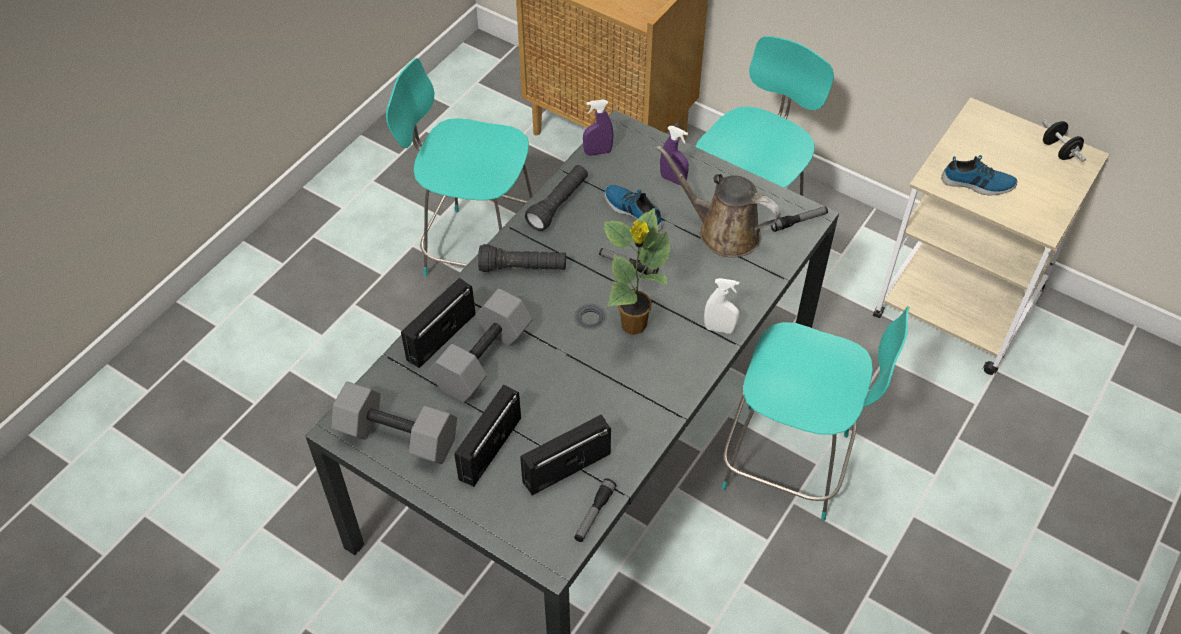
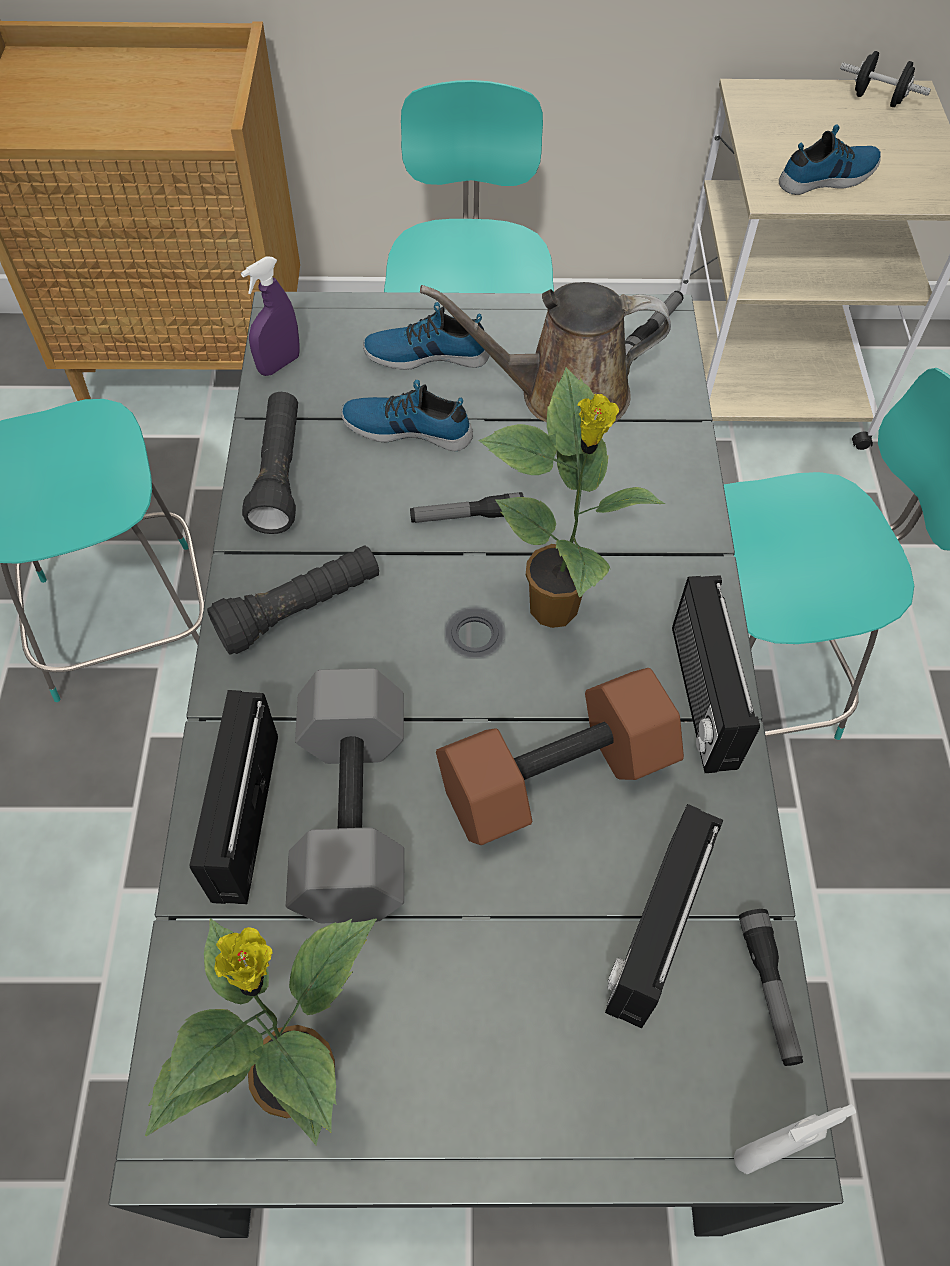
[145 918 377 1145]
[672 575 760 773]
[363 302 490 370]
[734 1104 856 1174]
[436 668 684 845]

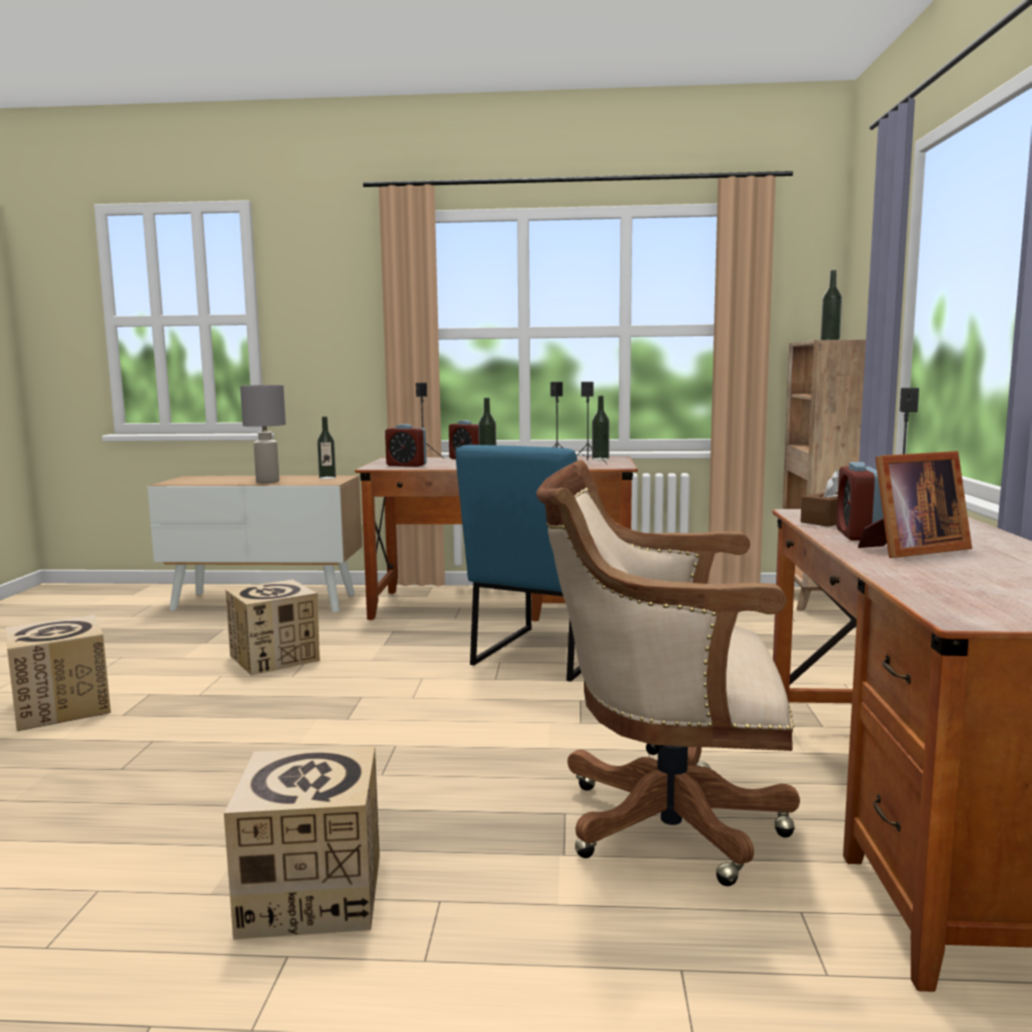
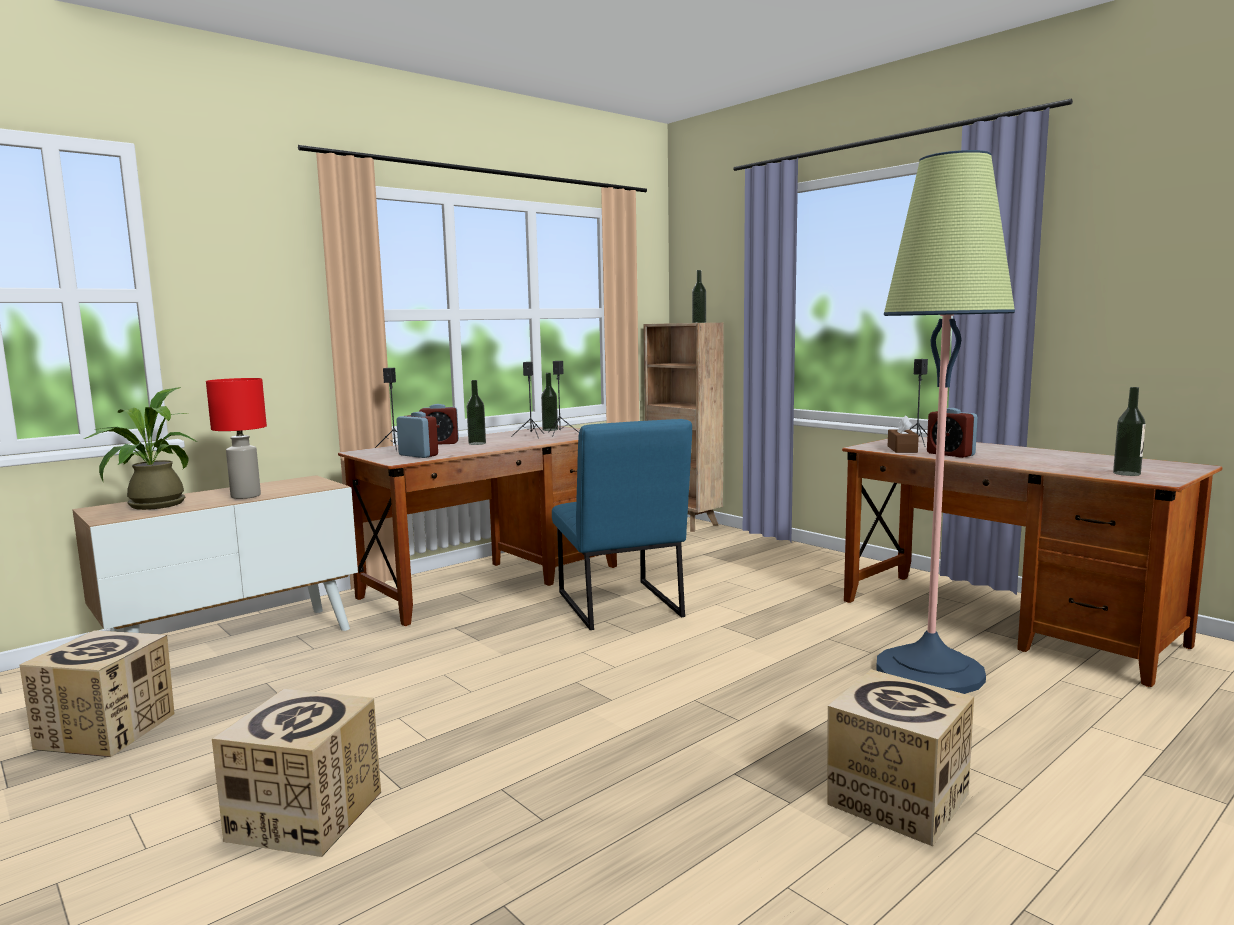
[19 630 175 757]
[206 378 267 499]
[1113 387 1146 476]
[396 412 438 458]
[876 150 1015 694]
[858 451 972 558] (first image)
[84 388 197 510]

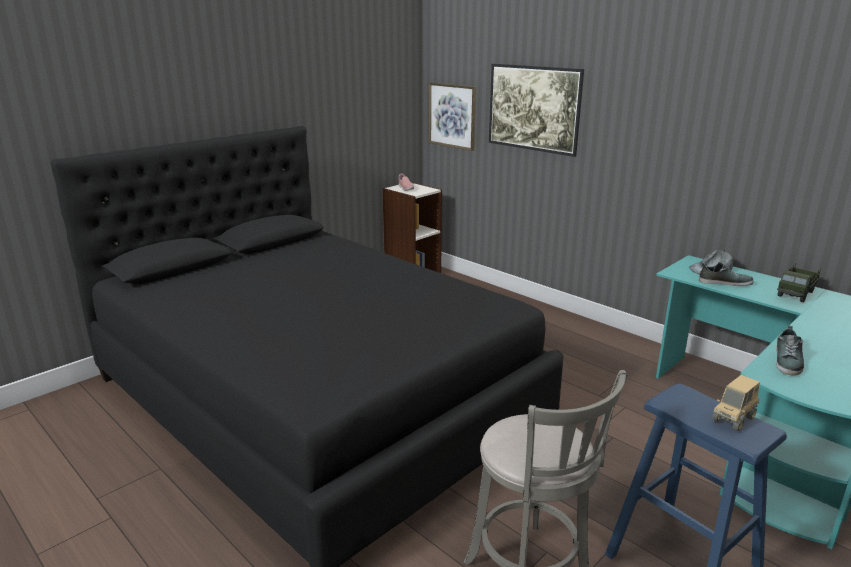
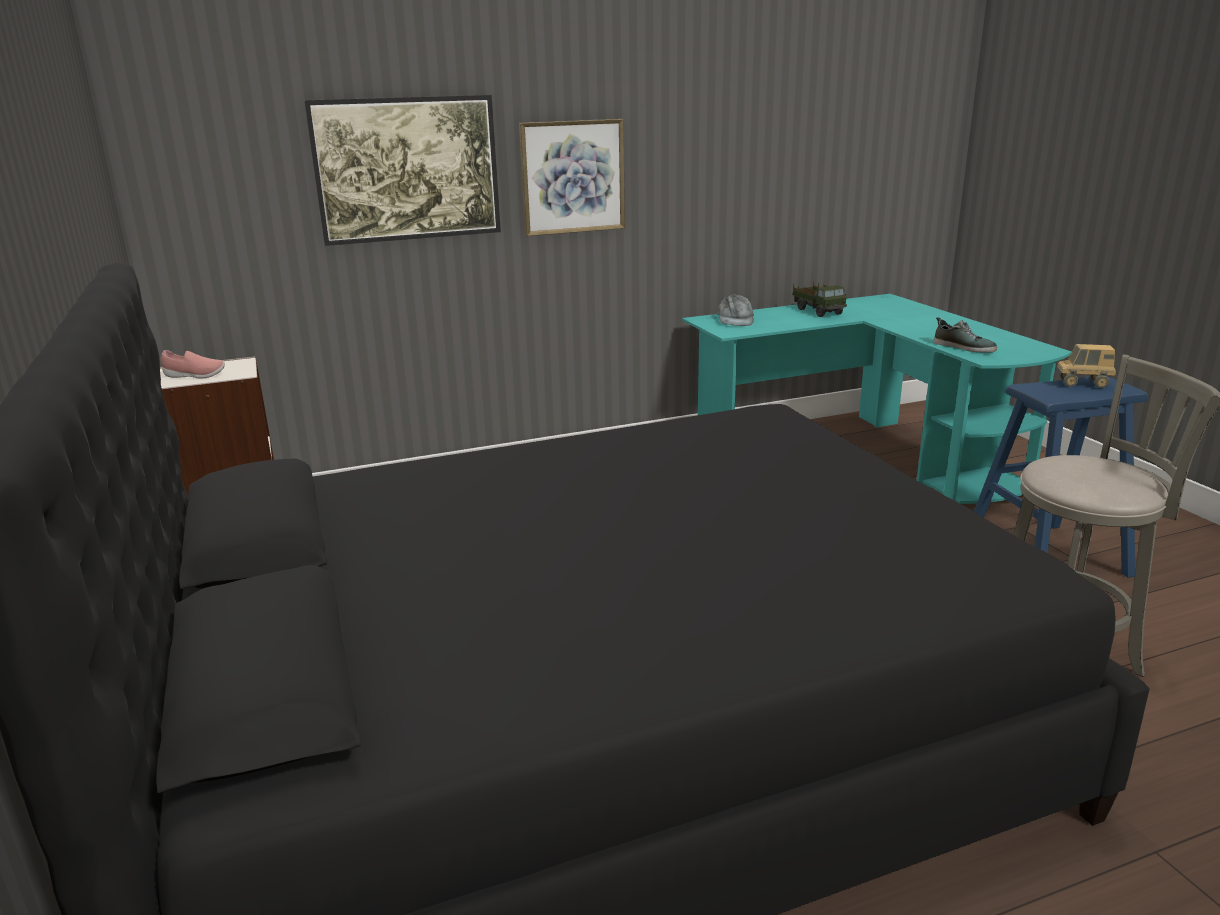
[519 119 625 236]
[699 262 754 286] (first image)
[1057 344 1116 388]

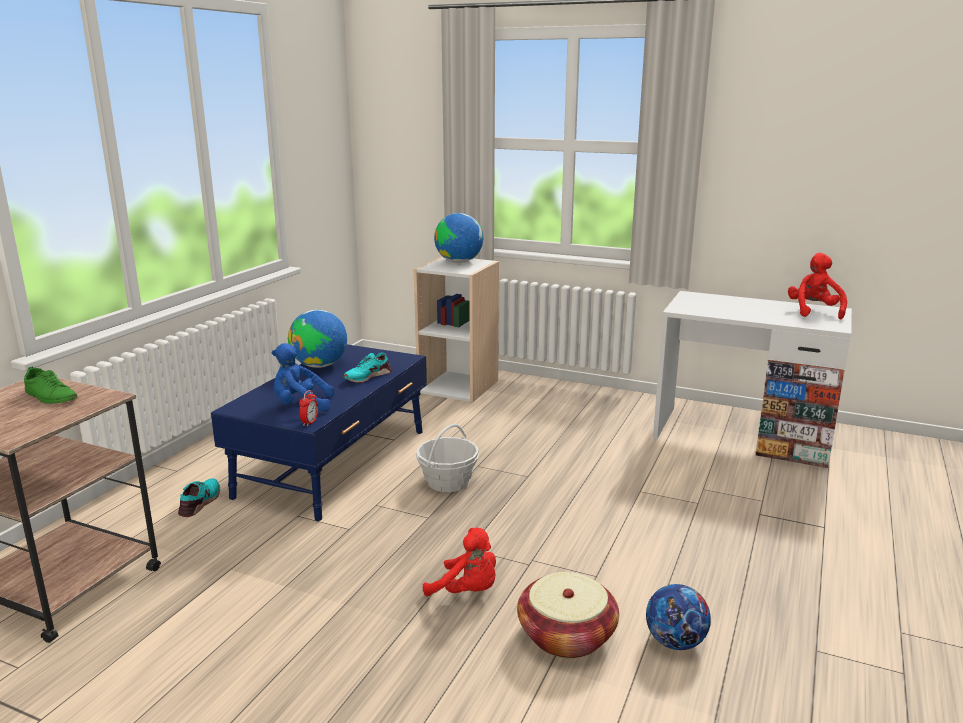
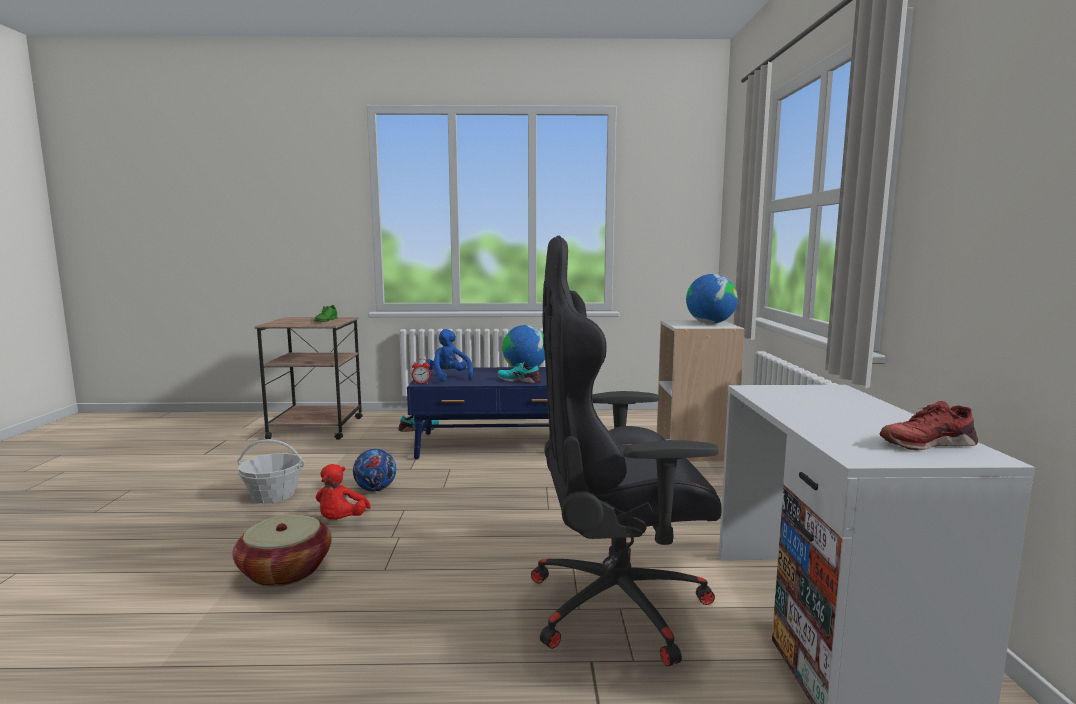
[237 440 305 504]
[353 449 396 491]
[880 401 978 450]
[531 236 722 666]

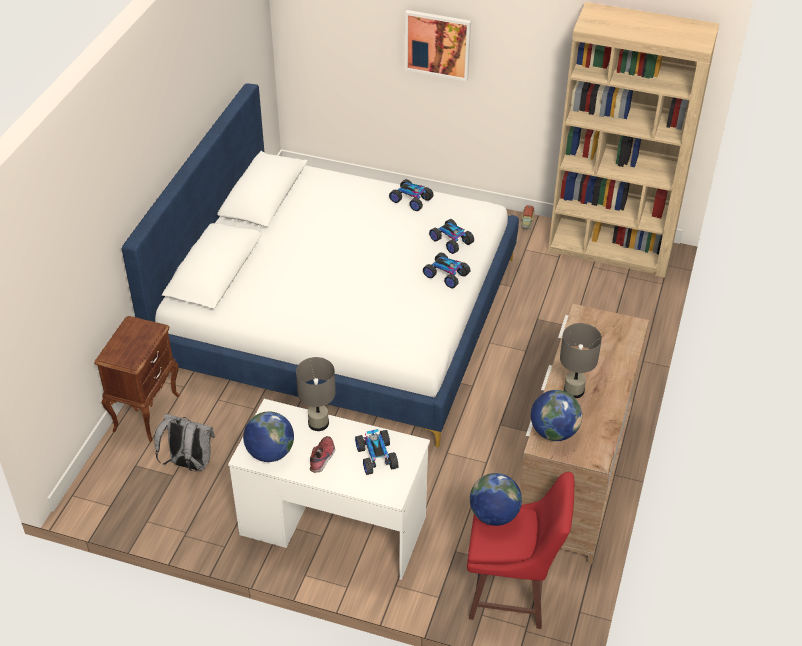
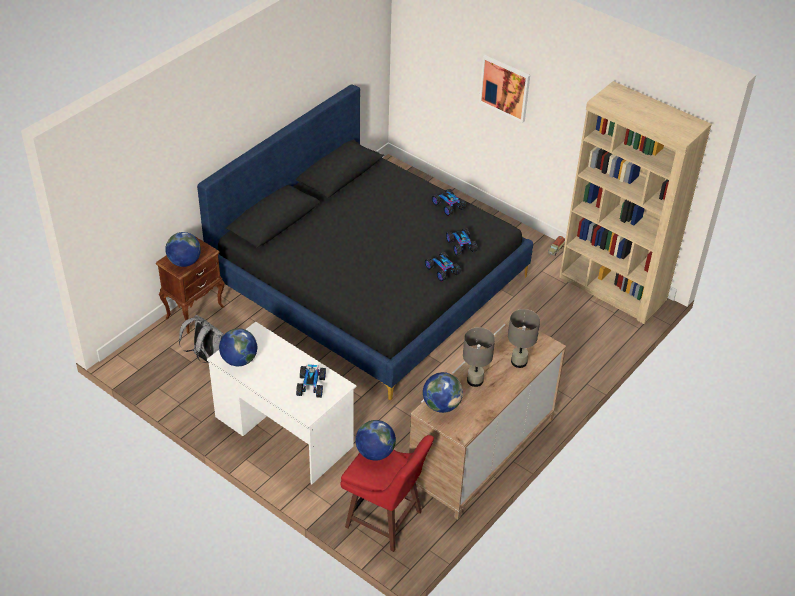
[197 84 533 400]
[508 309 540 368]
[310 436 335 473] (first image)
[165 232 201 267]

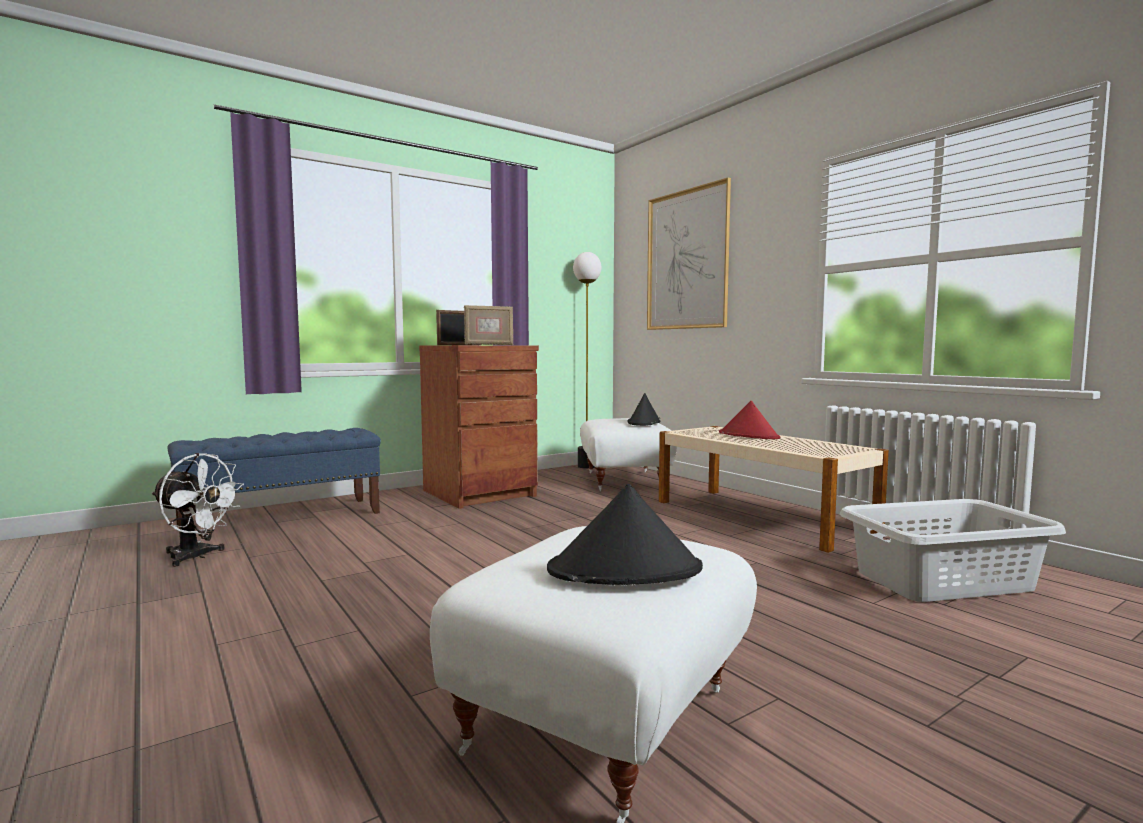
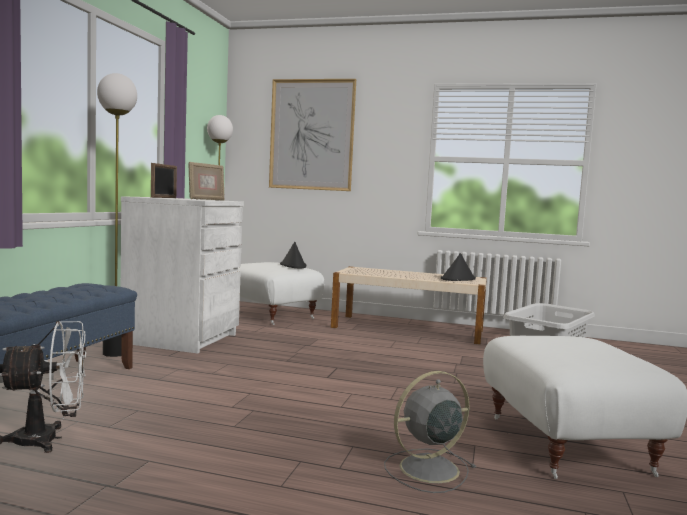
[121 196 244 354]
[441 253 476 281]
[719 401 780 439] (first image)
[97 73 137 357]
[384 371 476 493]

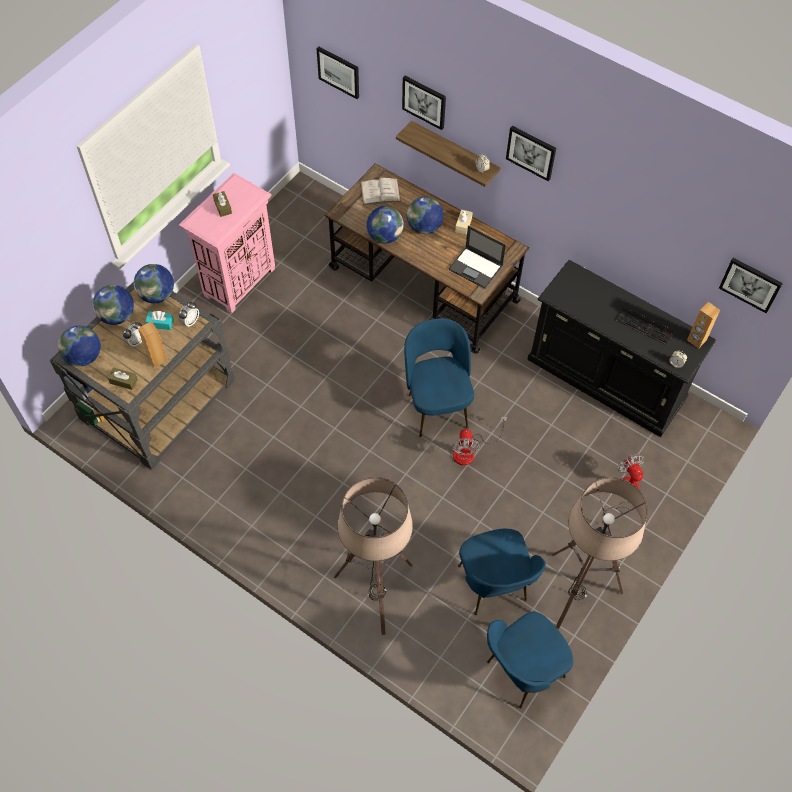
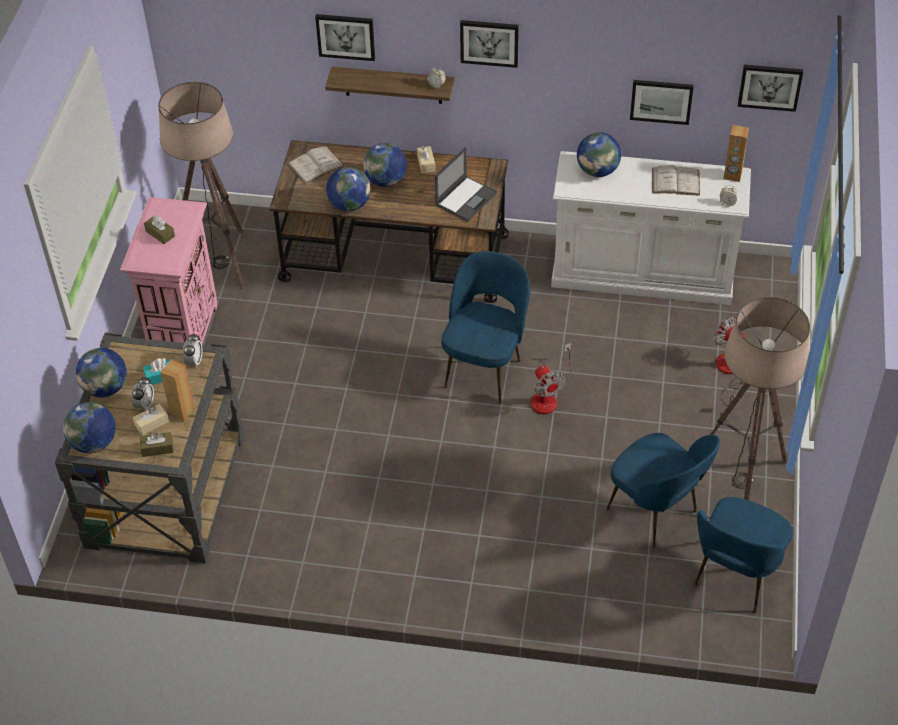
[577 132 621 177]
[630 80 694 125]
[159 82 245 290]
[441 251 530 403]
[435 147 497 222]
[551 151 751 305]
[652 165 700 196]
[133 404 169 435]

